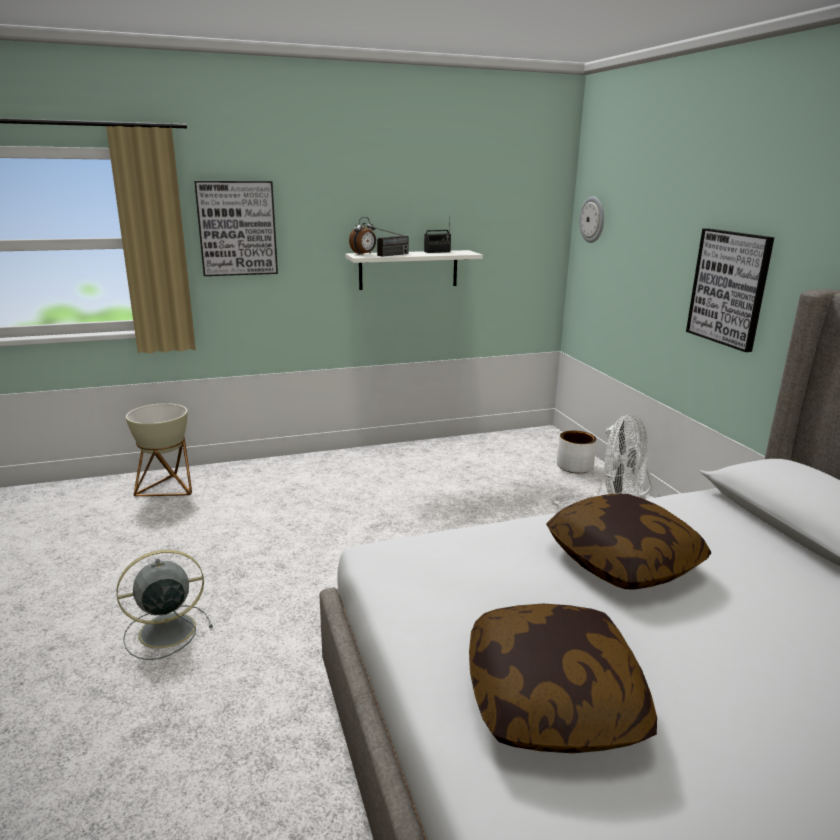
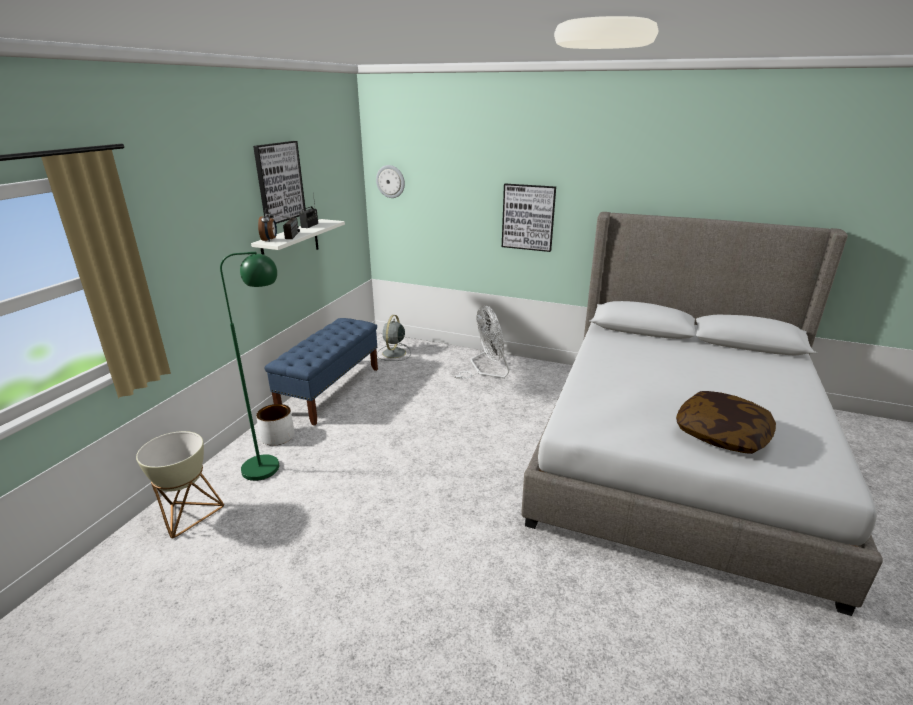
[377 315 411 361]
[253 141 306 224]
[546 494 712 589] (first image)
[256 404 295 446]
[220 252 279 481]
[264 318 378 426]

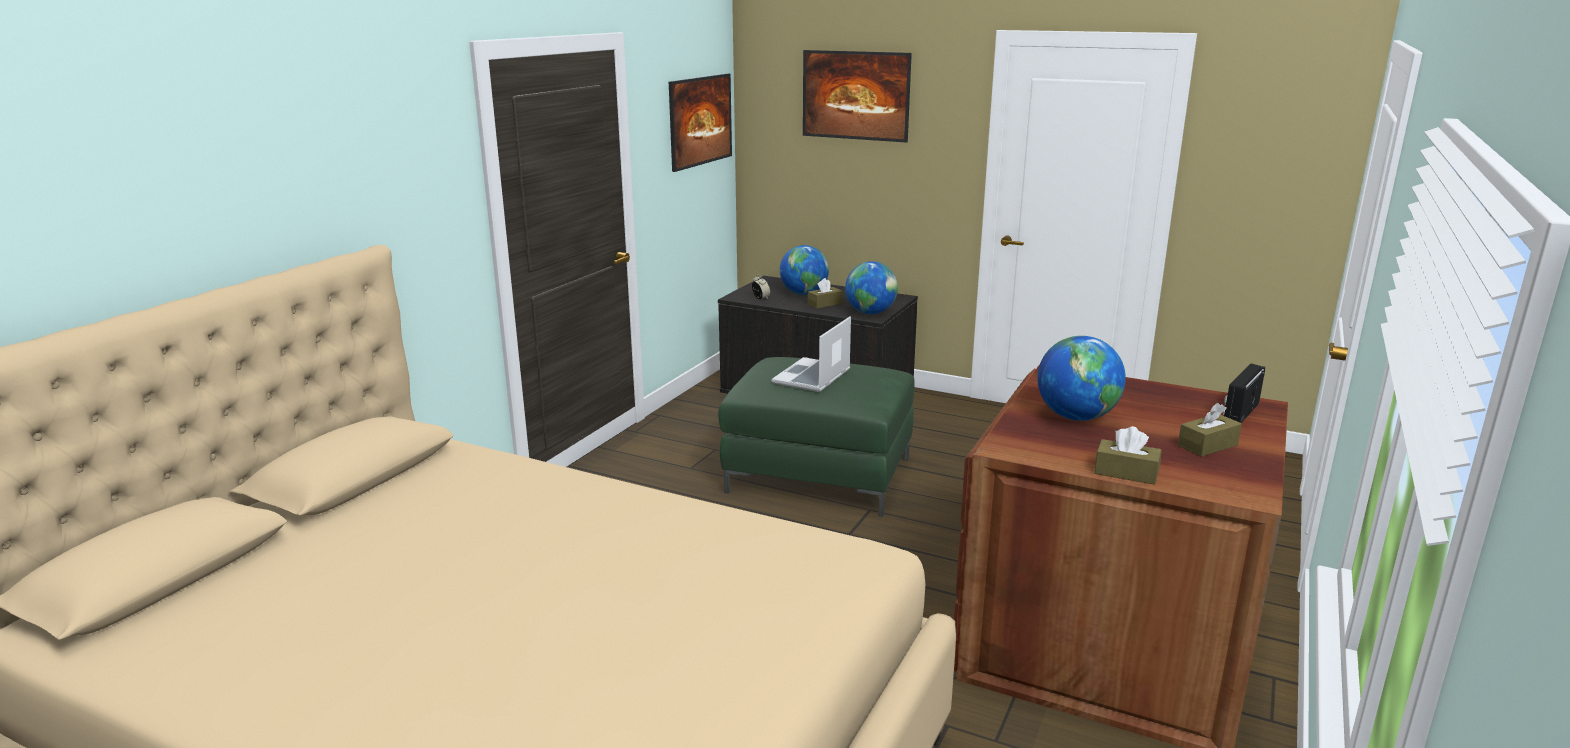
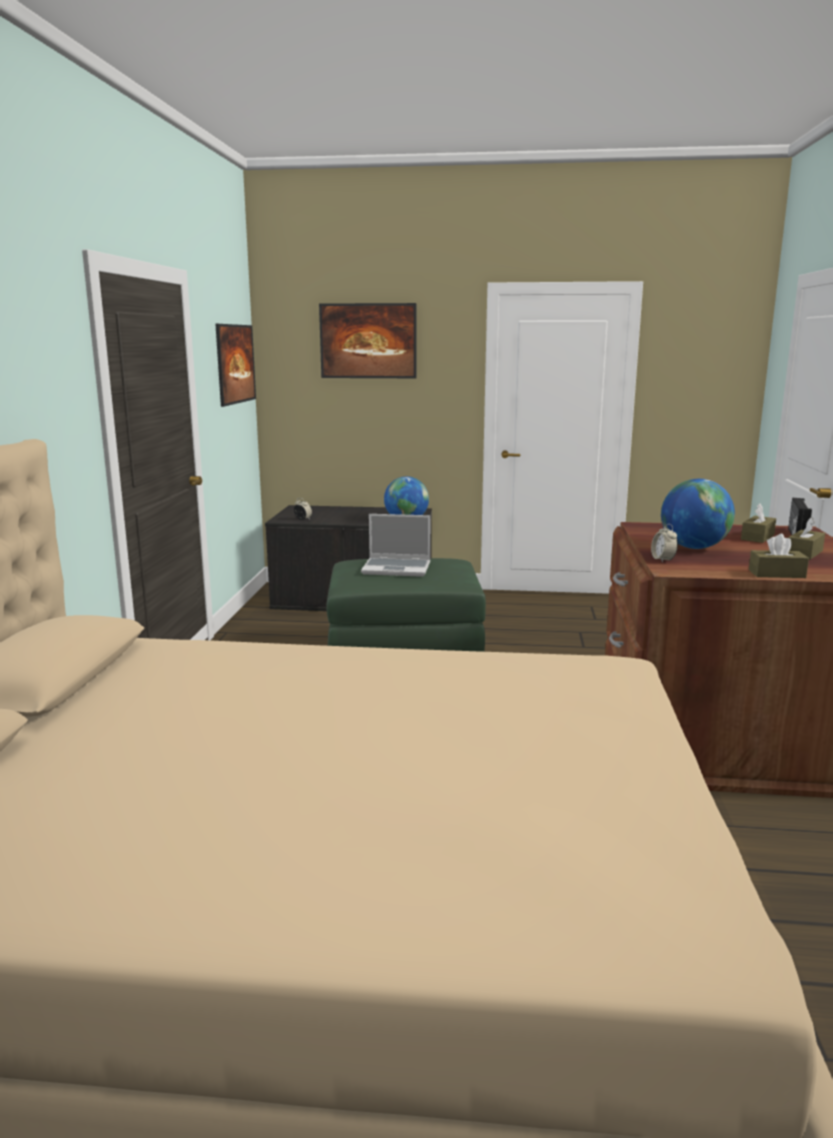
[361 514 430 577]
[780 245 829 295] (first image)
[741 504 776 543]
[651 524 678 563]

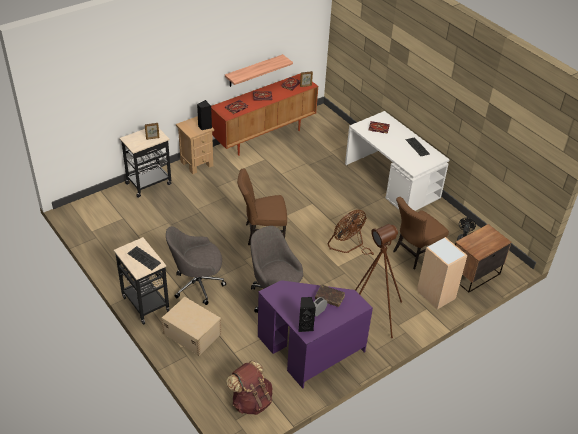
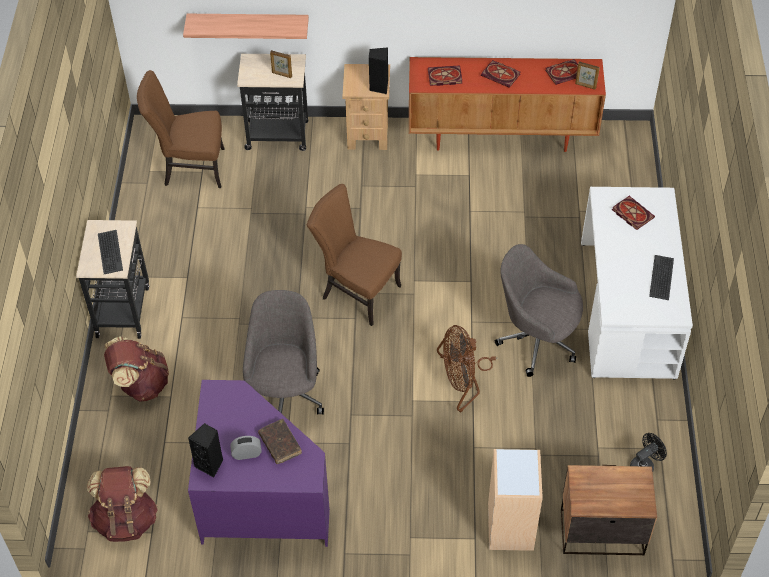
[104 336 169 402]
[495 244 583 377]
[183 14 309 39]
[437 325 496 413]
[355 224 402 338] (first image)
[137 70 224 188]

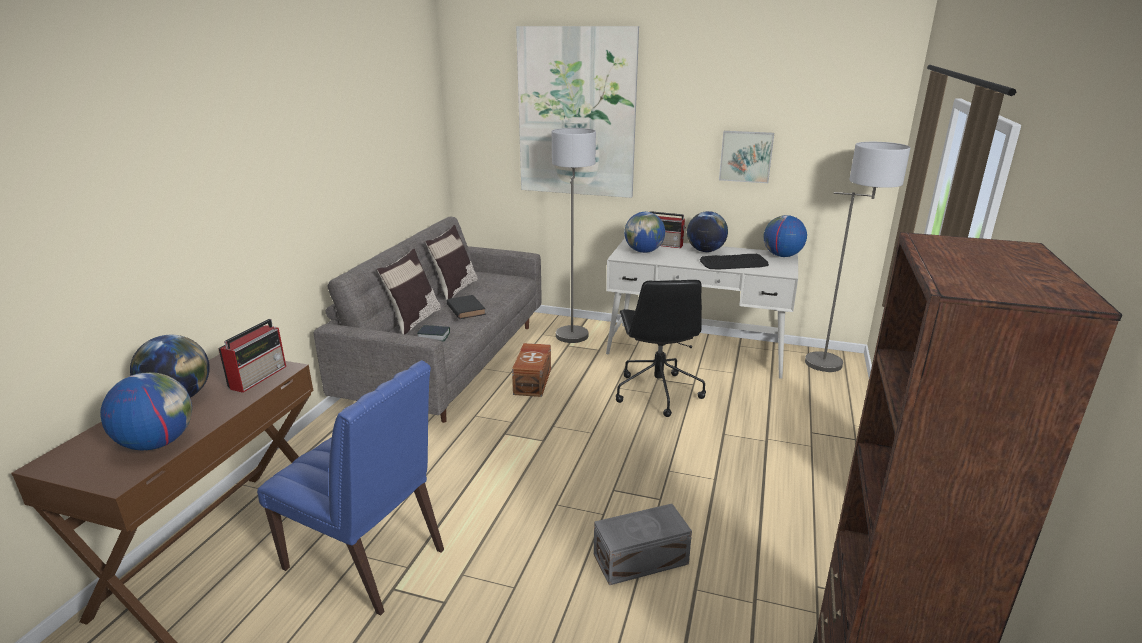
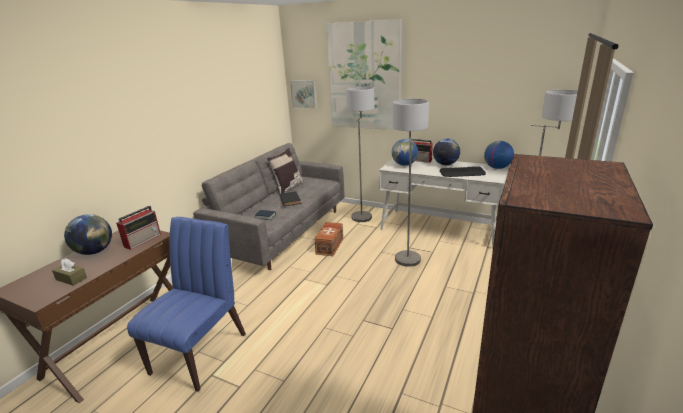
[52 258 87 286]
[127 217 246 392]
[377 249 441 334] (first image)
[594 504 692 585] (first image)
[393 99 429 267]
[290 80 317 108]

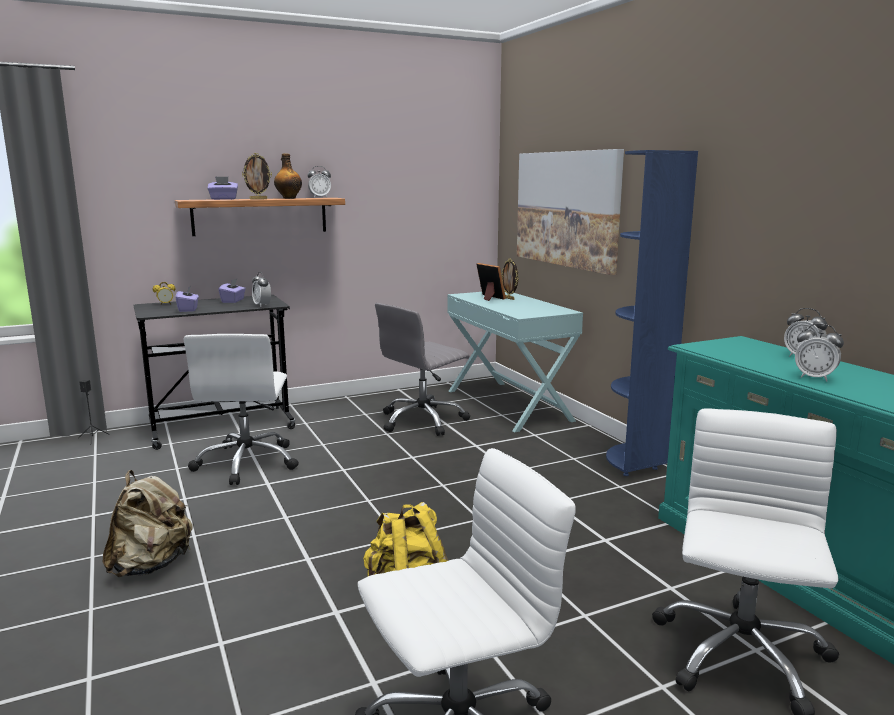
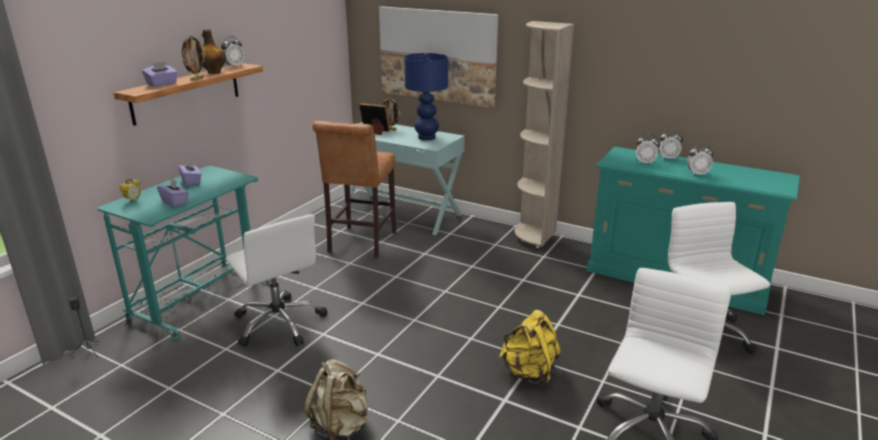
[97 166 269 340]
[636 134 660 165]
[312 121 396 258]
[515 21 574 248]
[404 53 448 140]

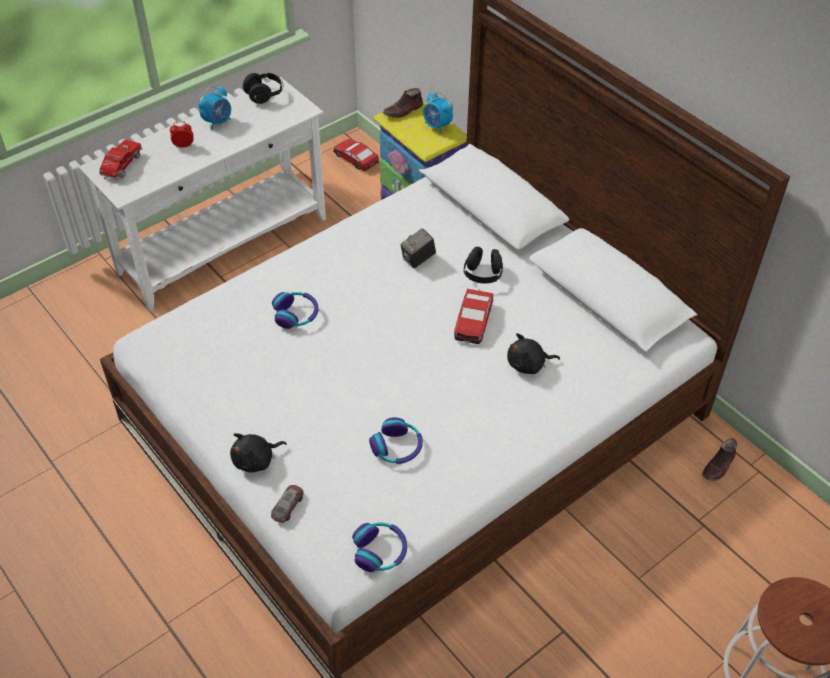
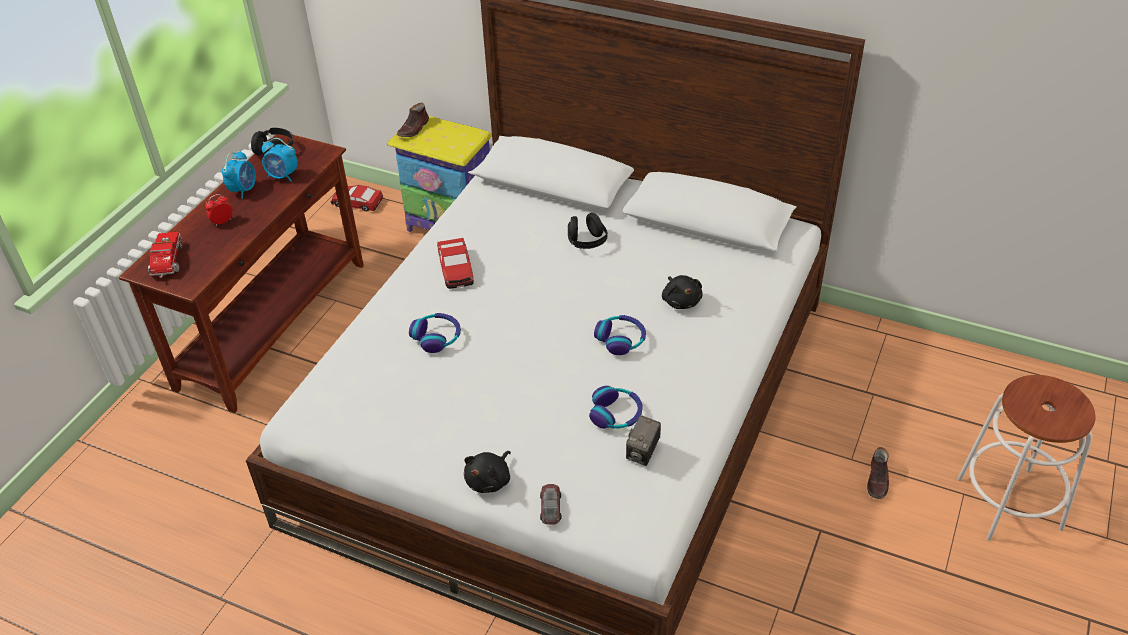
[119 134 364 413]
[594 315 646 355]
[626 415 661 466]
[262 138 298 182]
[437 238 474 289]
[662 275 702 309]
[867 447 889 499]

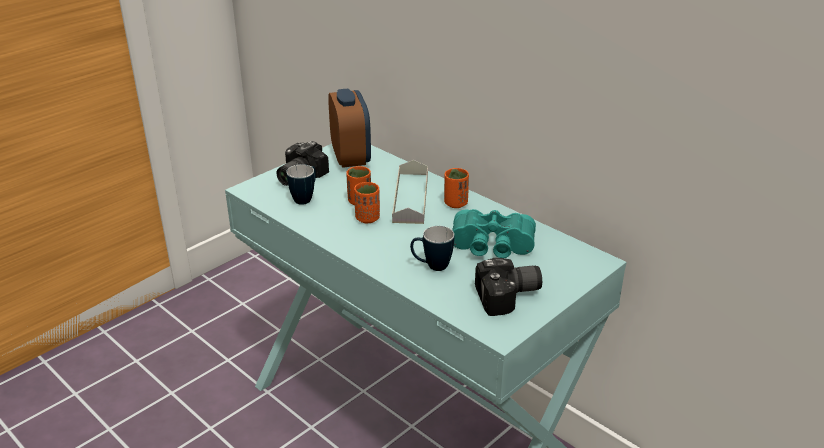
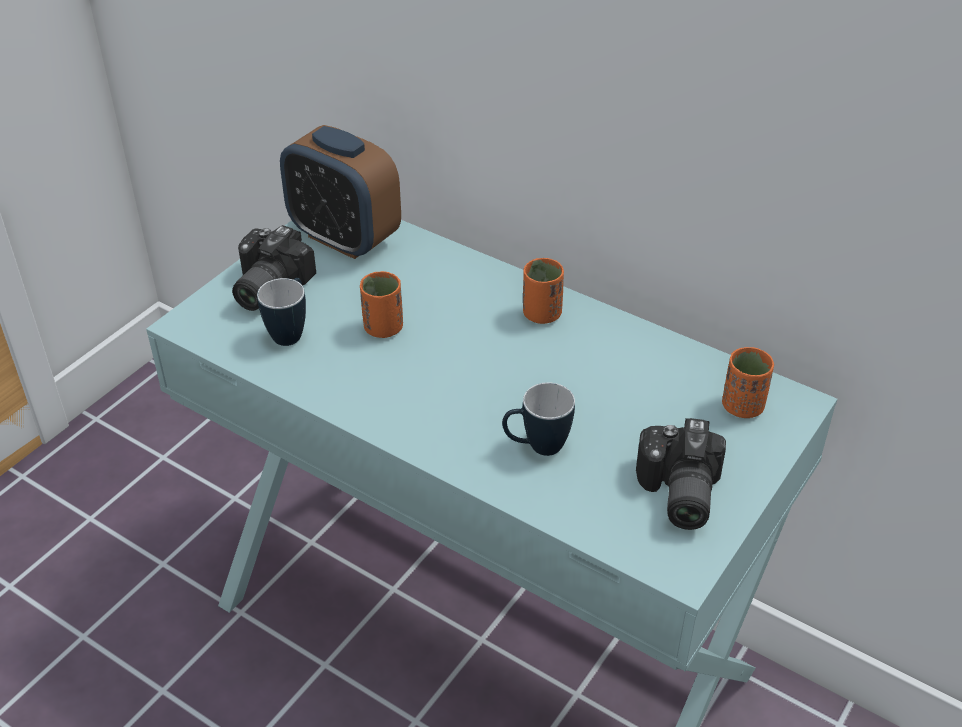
[280 125 401 259]
[722 347 774 418]
[392 160 428 224] (first image)
[452 209 536 258] (first image)
[636 418 726 530]

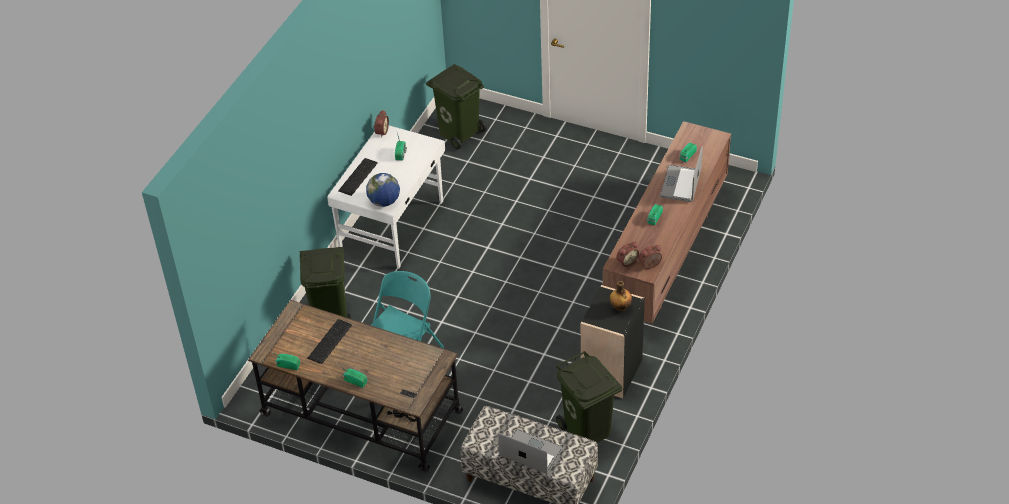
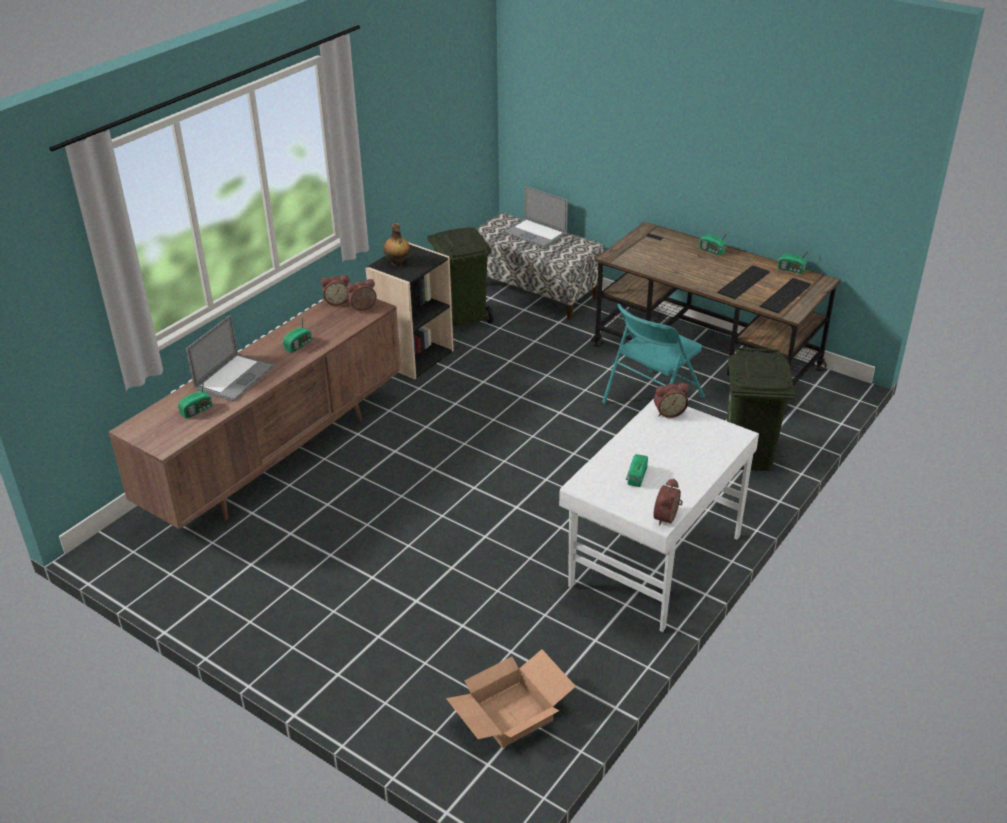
[759 278 811 313]
[654 383 688 418]
[446 649 576 748]

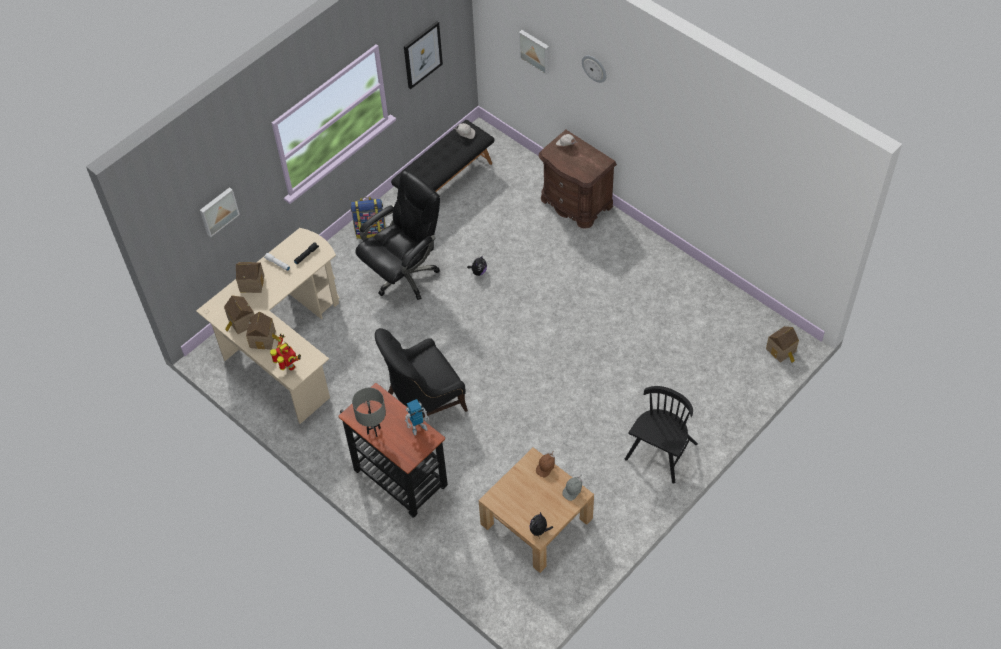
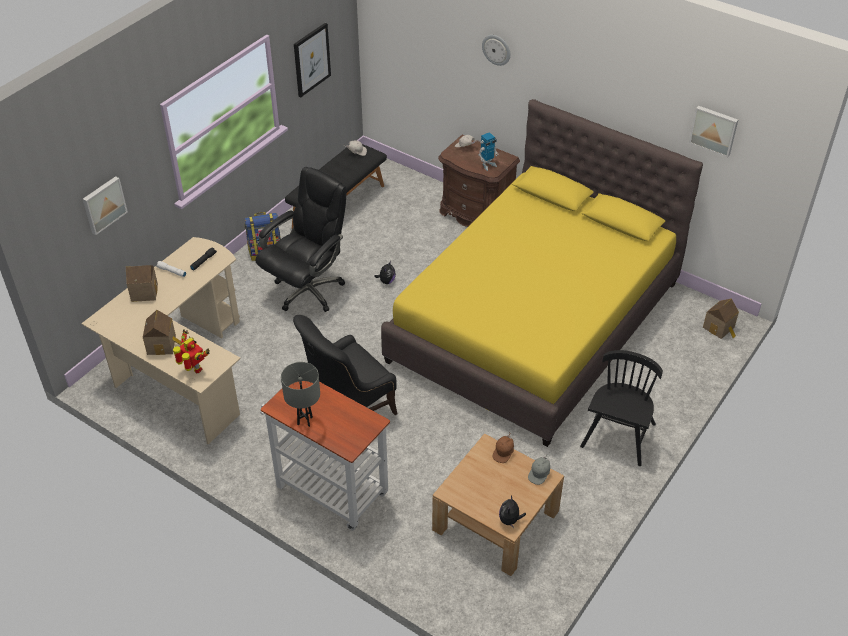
[224 296 254 334] (first image)
[260 381 390 531]
[479 132 499 171]
[689 106 738 157]
[381 99 703 447]

